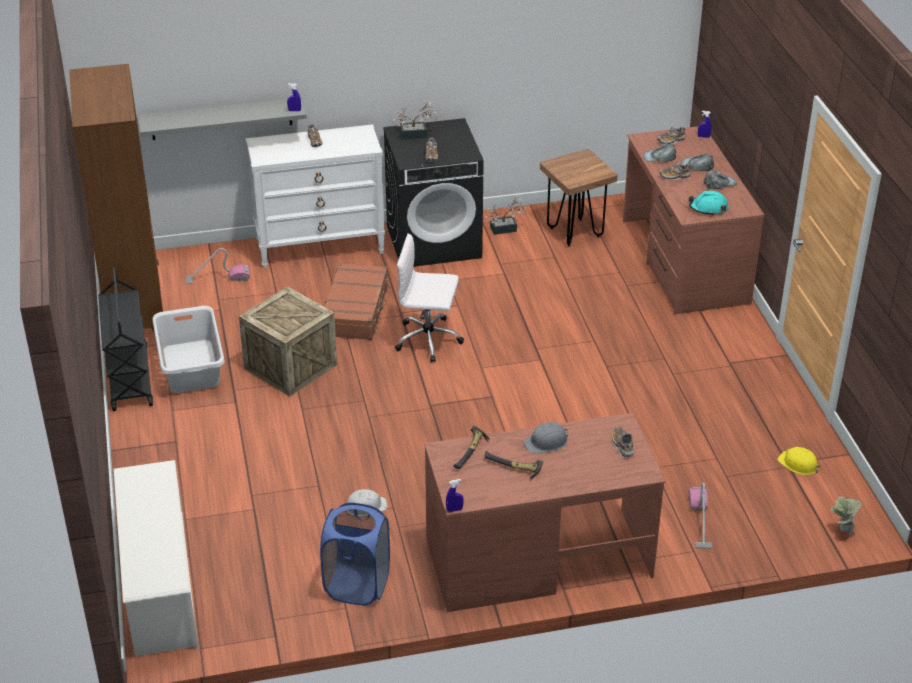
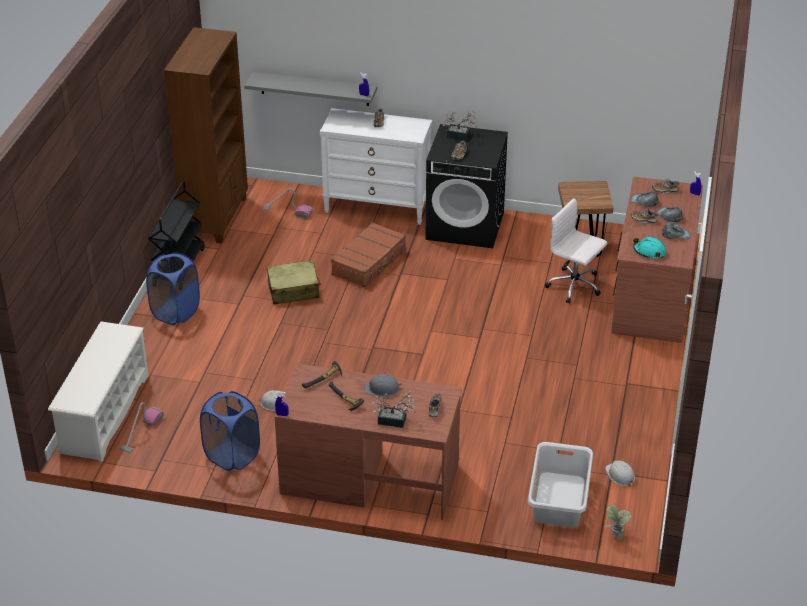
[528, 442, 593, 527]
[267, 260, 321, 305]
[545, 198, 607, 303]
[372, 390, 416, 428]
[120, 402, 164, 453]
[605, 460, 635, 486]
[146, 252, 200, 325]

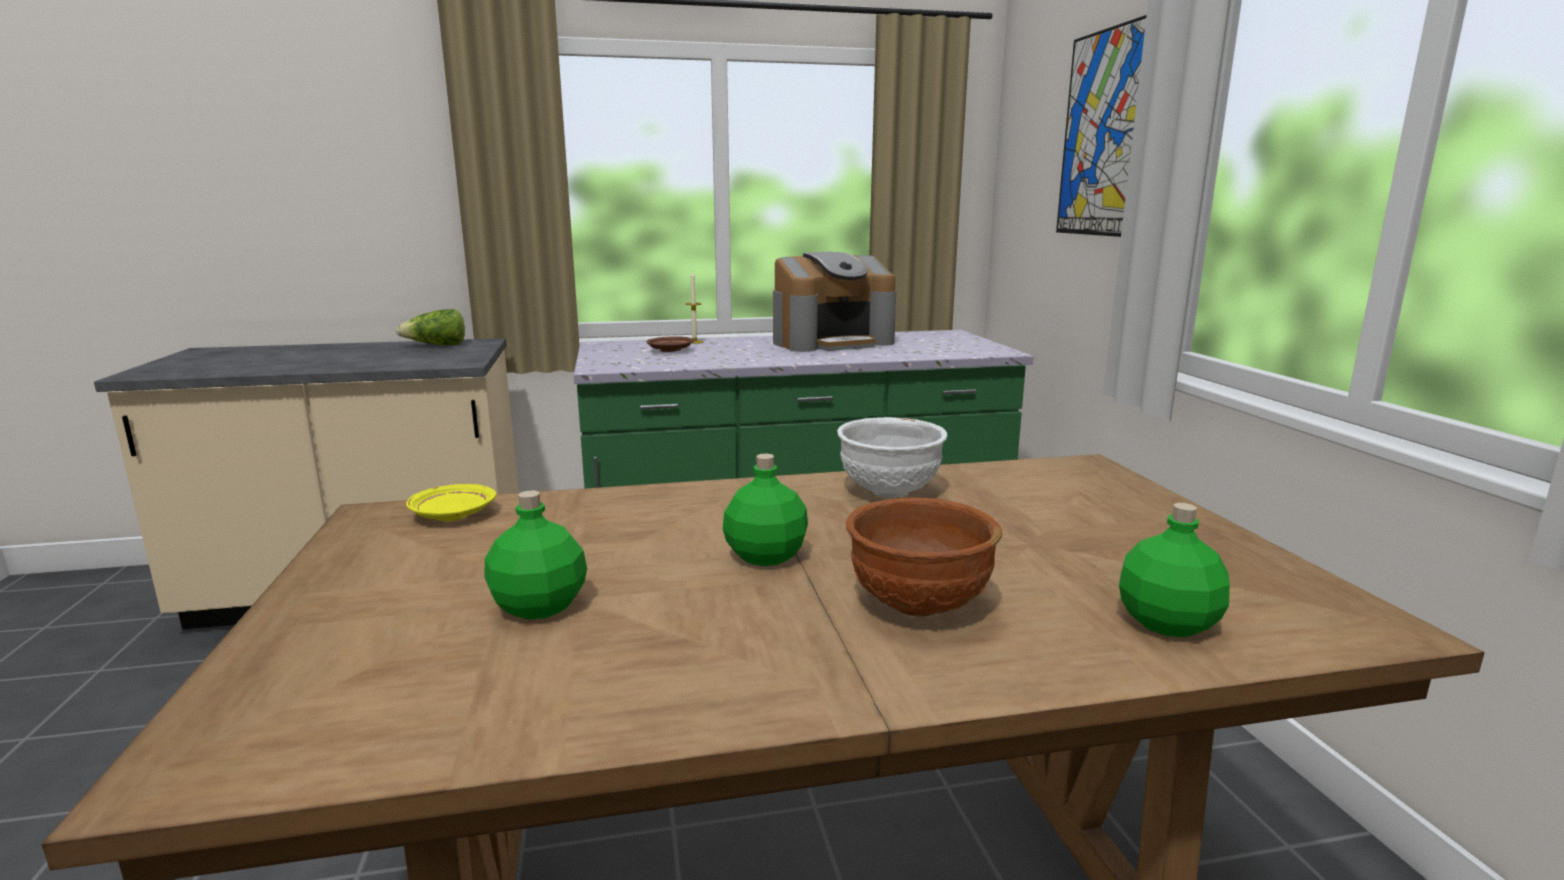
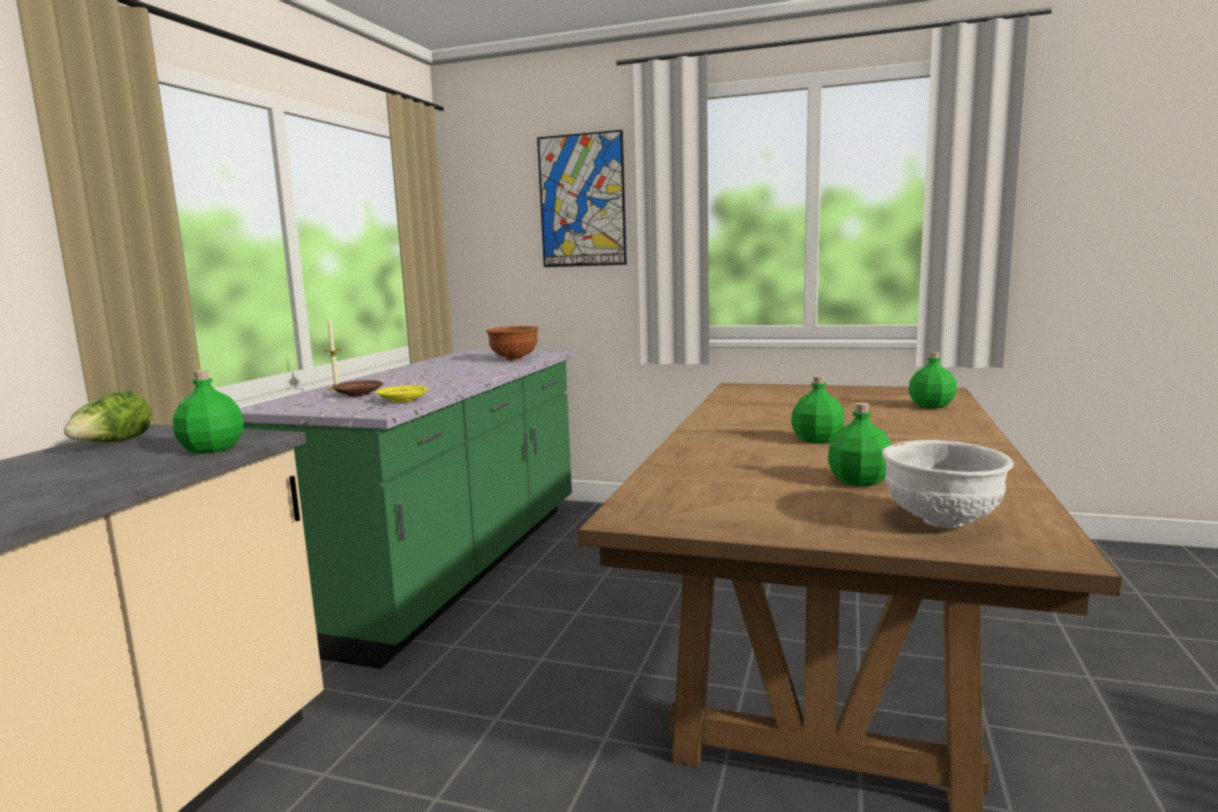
[375, 385, 428, 402]
[773, 252, 896, 352] (first image)
[882, 440, 1014, 528]
[486, 326, 538, 360]
[173, 370, 244, 454]

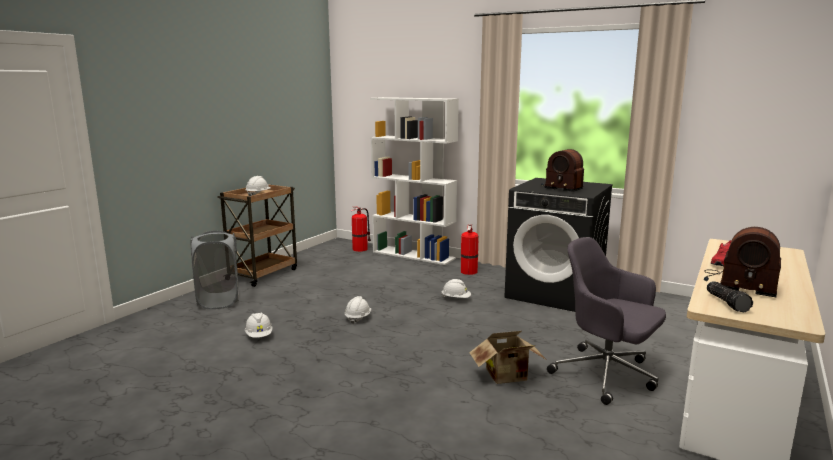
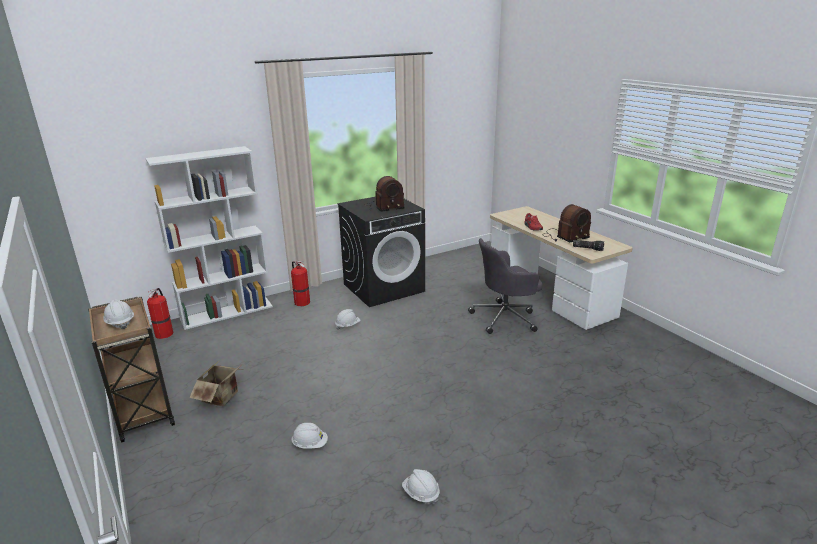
[191, 231, 239, 309] (first image)
[402, 469, 440, 505]
[189, 360, 243, 406]

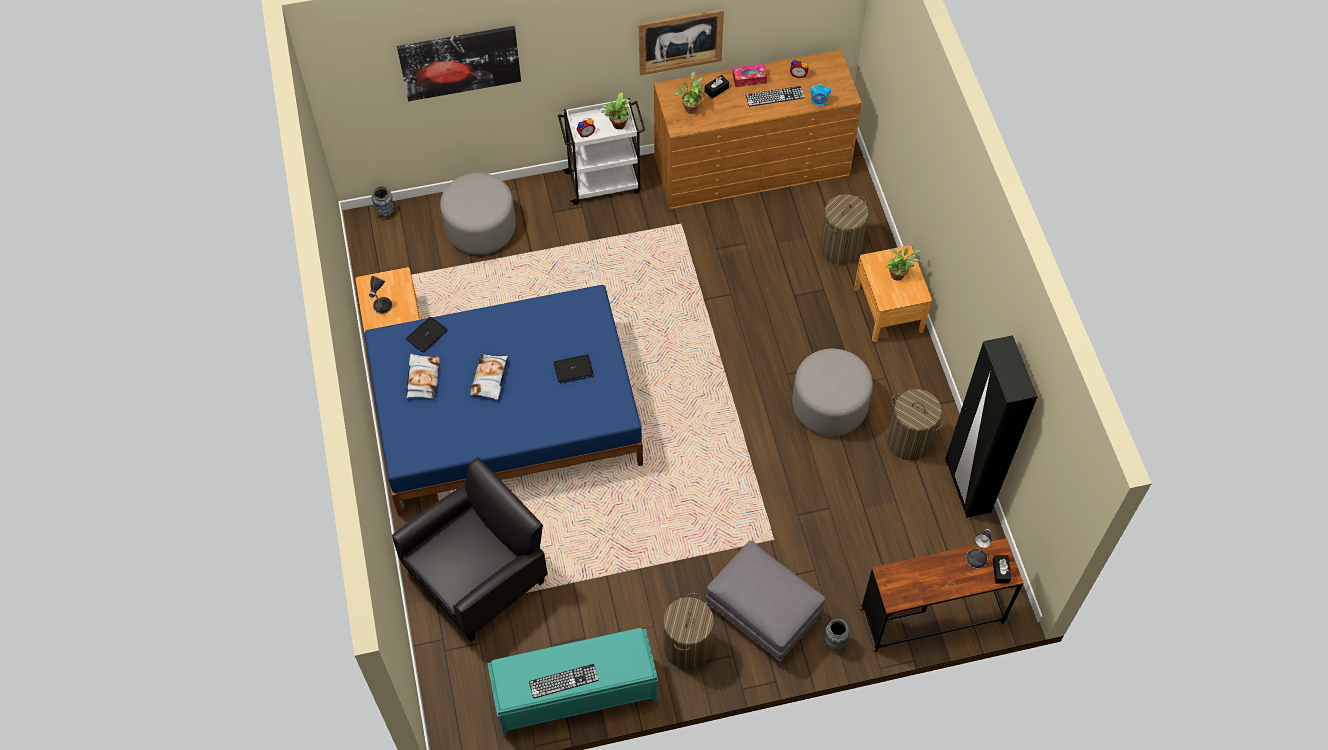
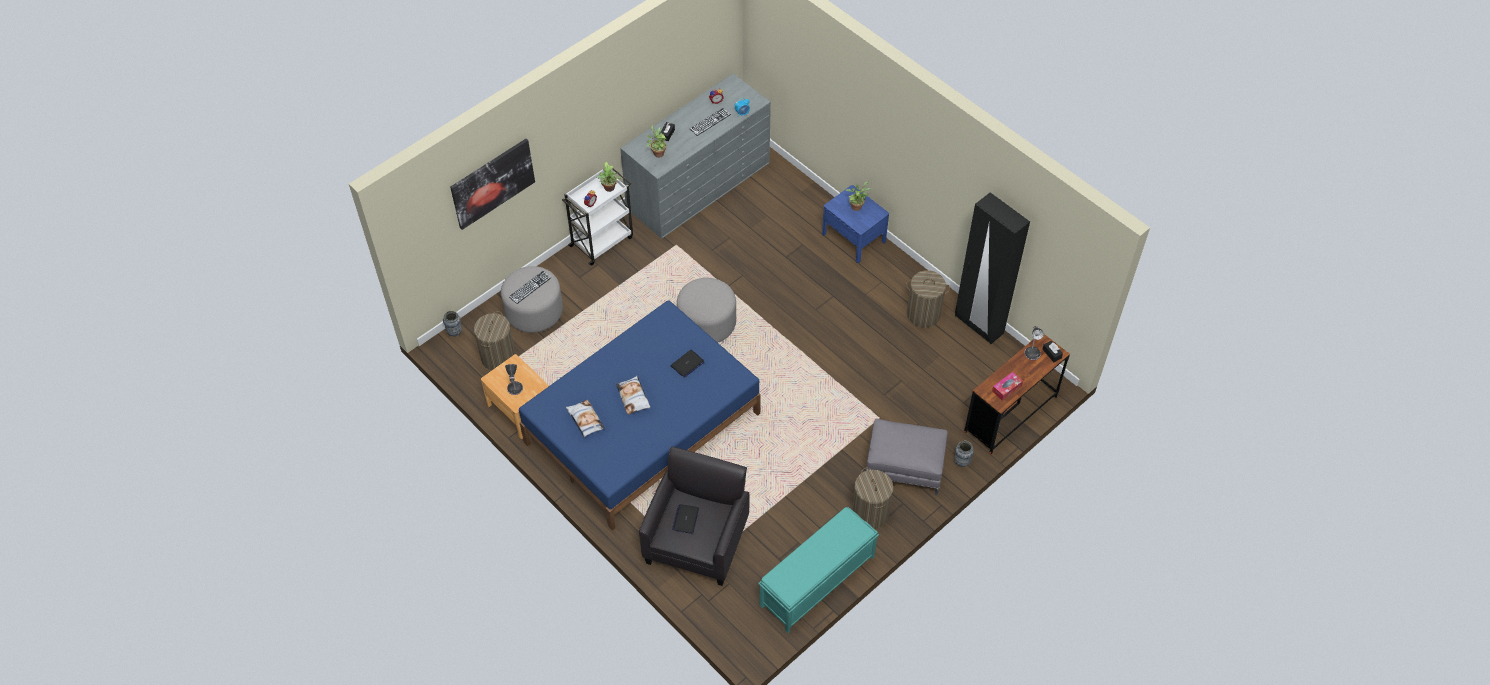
[672, 504, 699, 534]
[509, 271, 551, 304]
[639, 9, 724, 75] (first image)
[620, 73, 771, 239]
[992, 372, 1023, 400]
[677, 278, 736, 343]
[474, 311, 516, 370]
[822, 185, 889, 263]

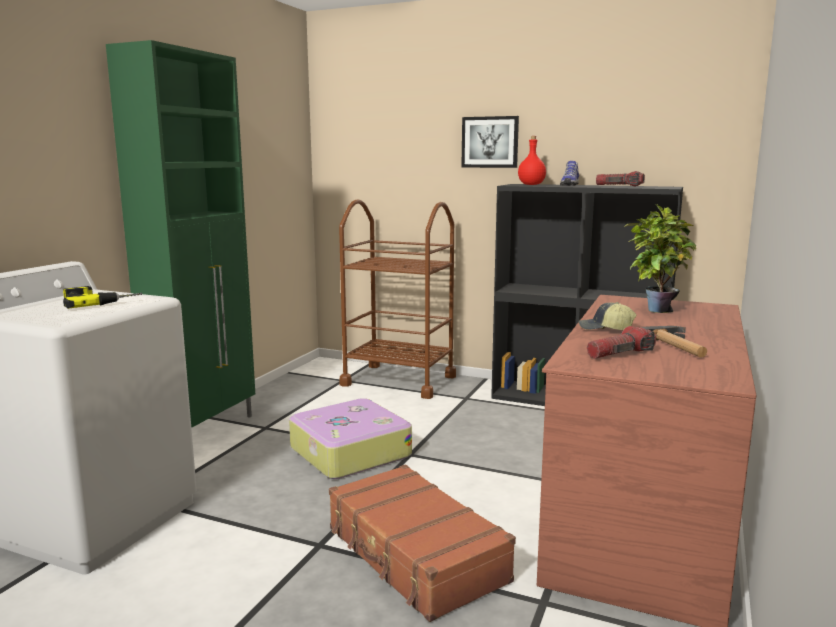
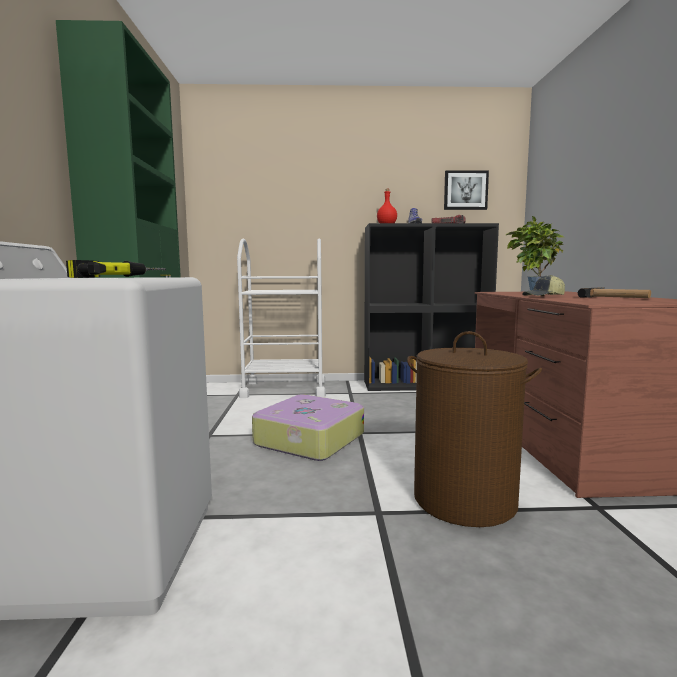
[407, 331, 542, 527]
[237, 239, 326, 398]
[444, 170, 489, 210]
[587, 326, 656, 359] (first image)

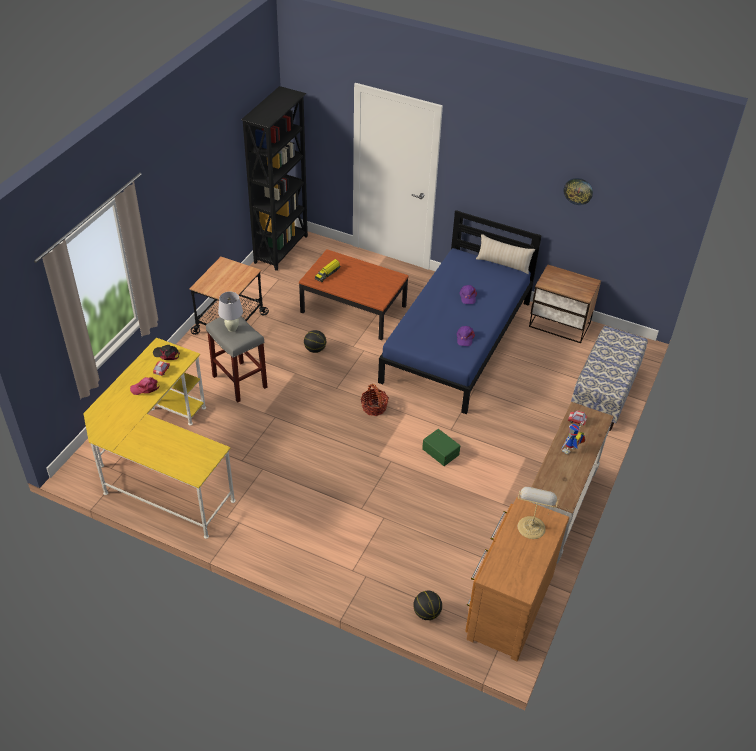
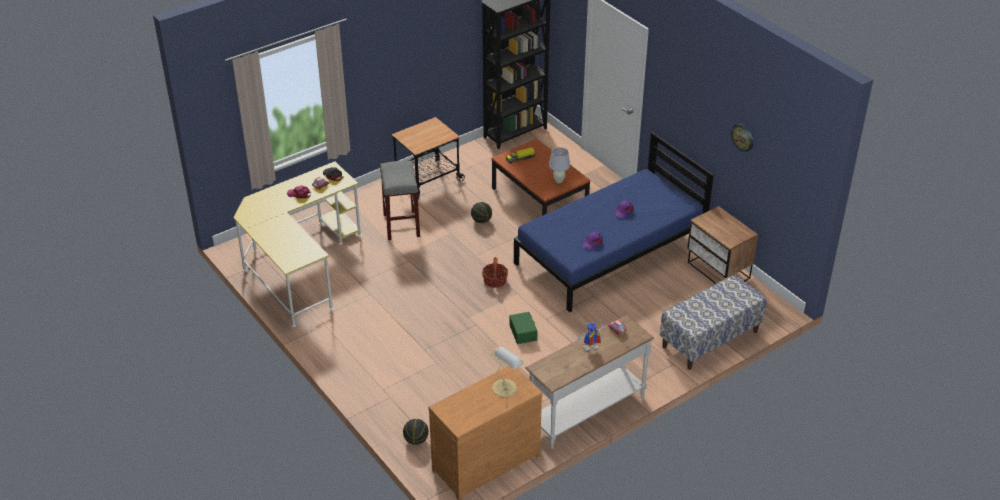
[549, 147, 570, 183]
[476, 234, 535, 274] (first image)

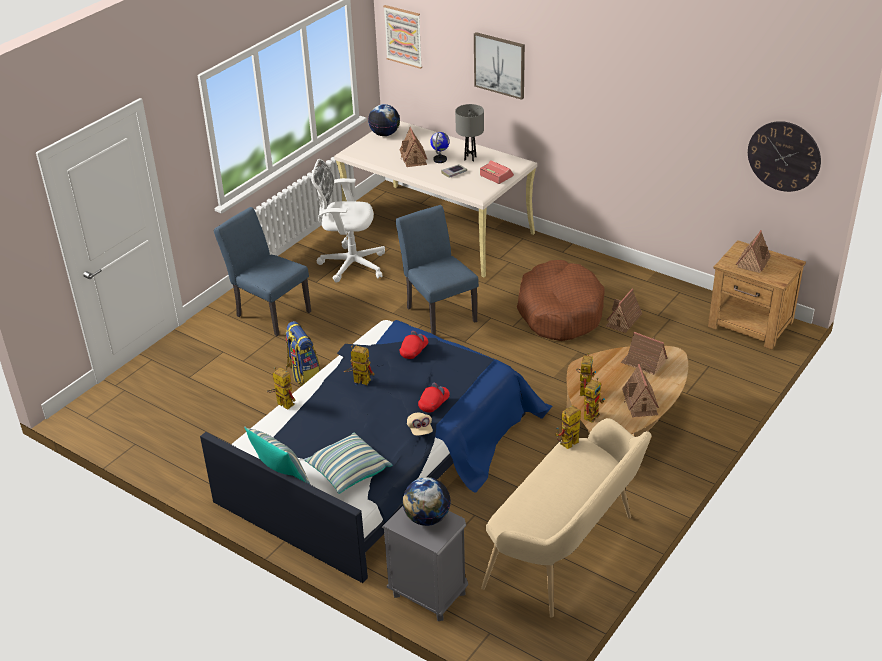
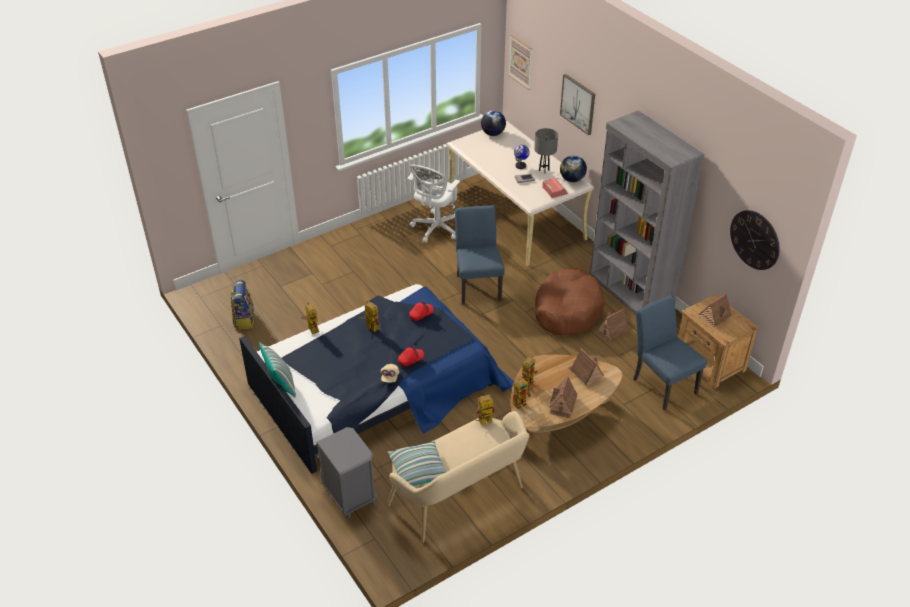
[633, 295, 707, 410]
[231, 279, 254, 330]
[387, 440, 447, 490]
[408, 165, 460, 243]
[400, 127, 428, 167] (first image)
[560, 155, 587, 182]
[590, 110, 704, 315]

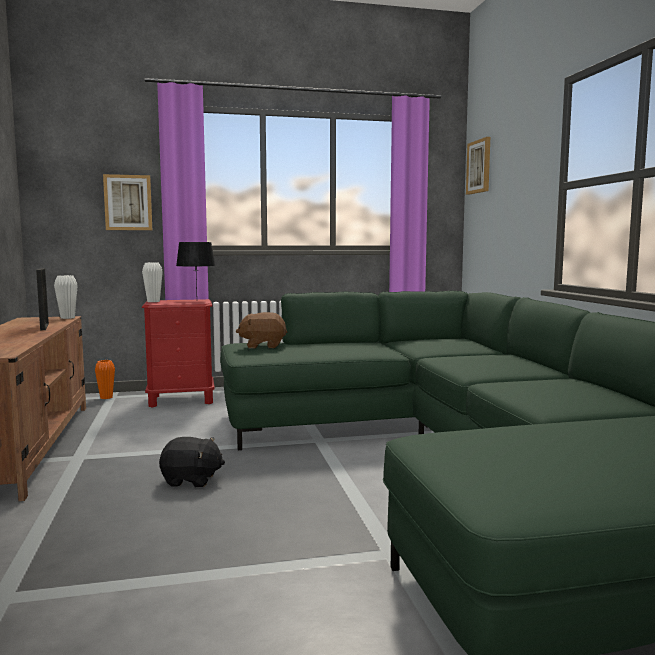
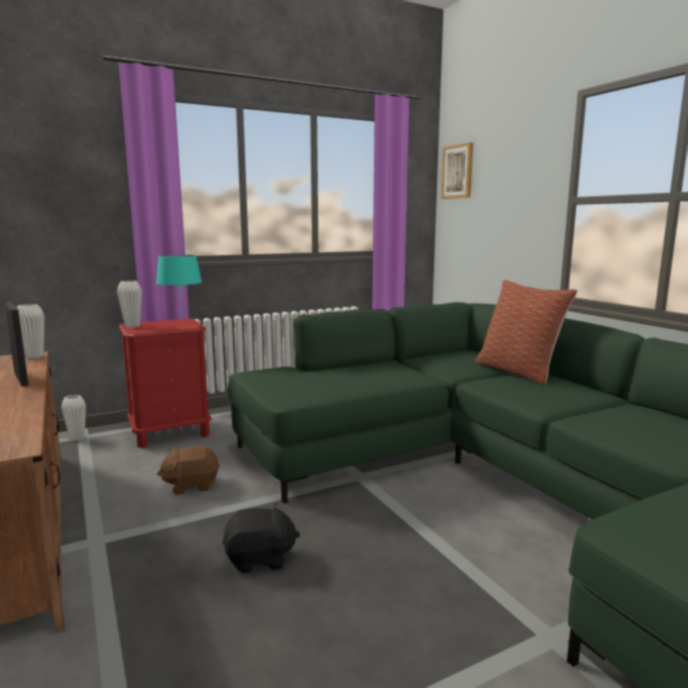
[61, 395, 86, 441]
[103, 174, 152, 230] (first image)
[156, 255, 202, 319]
[157, 446, 220, 495]
[475, 280, 577, 385]

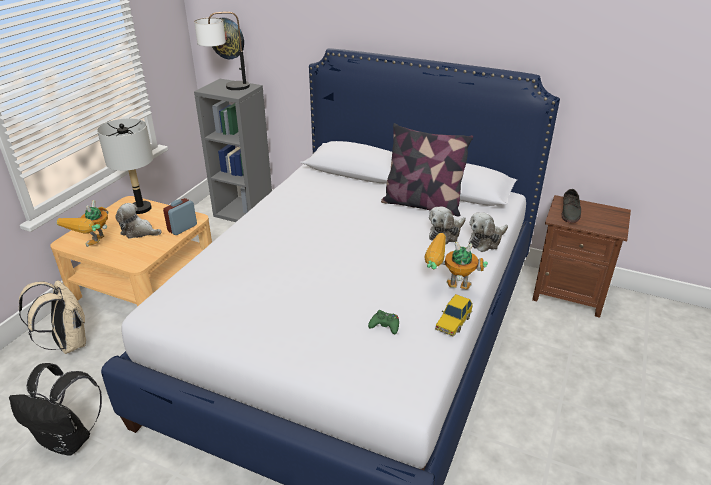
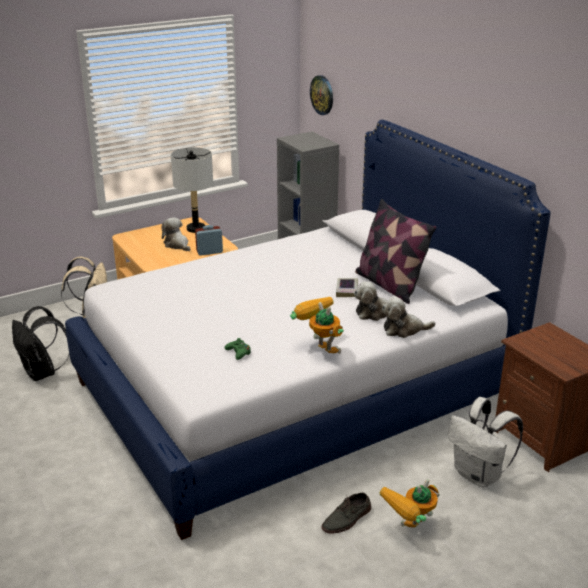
[380, 479, 439, 528]
[194, 12, 250, 90] (first image)
[435, 294, 473, 337] (first image)
[322, 493, 371, 534]
[336, 278, 358, 297]
[448, 397, 523, 487]

